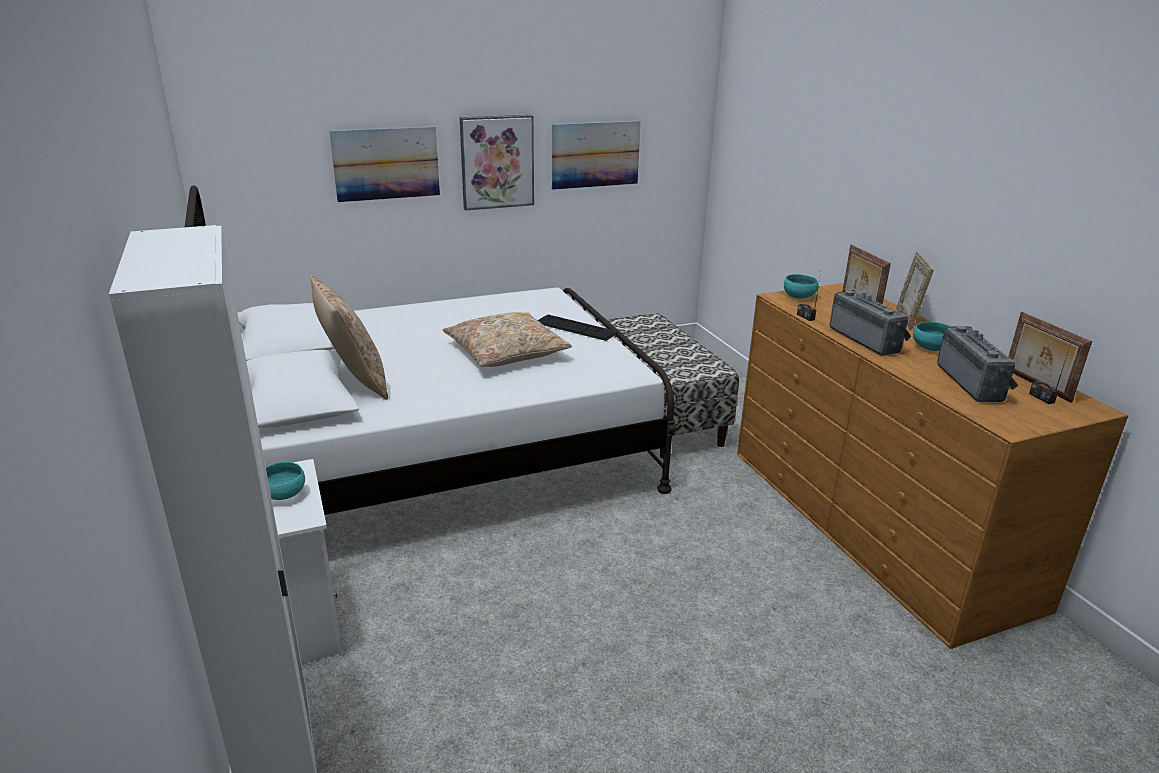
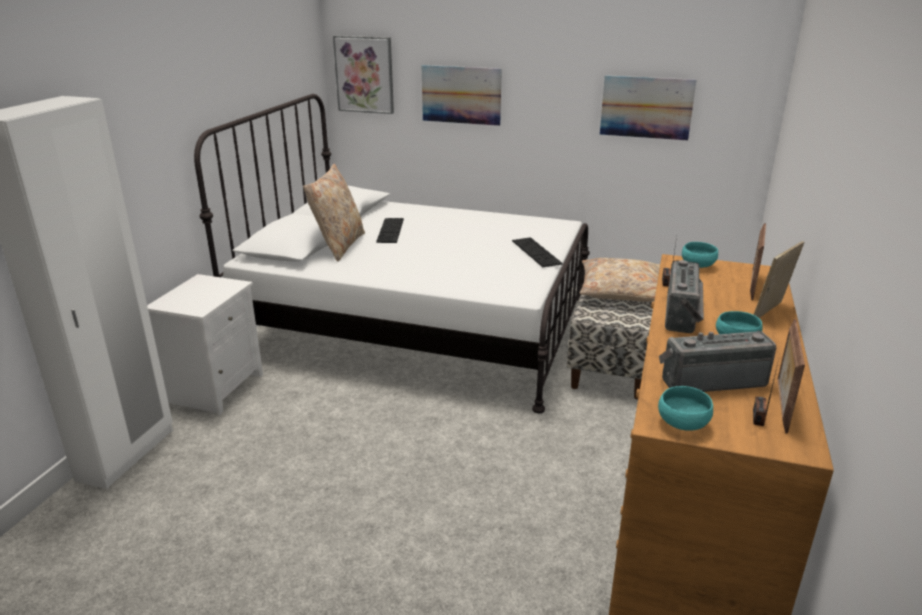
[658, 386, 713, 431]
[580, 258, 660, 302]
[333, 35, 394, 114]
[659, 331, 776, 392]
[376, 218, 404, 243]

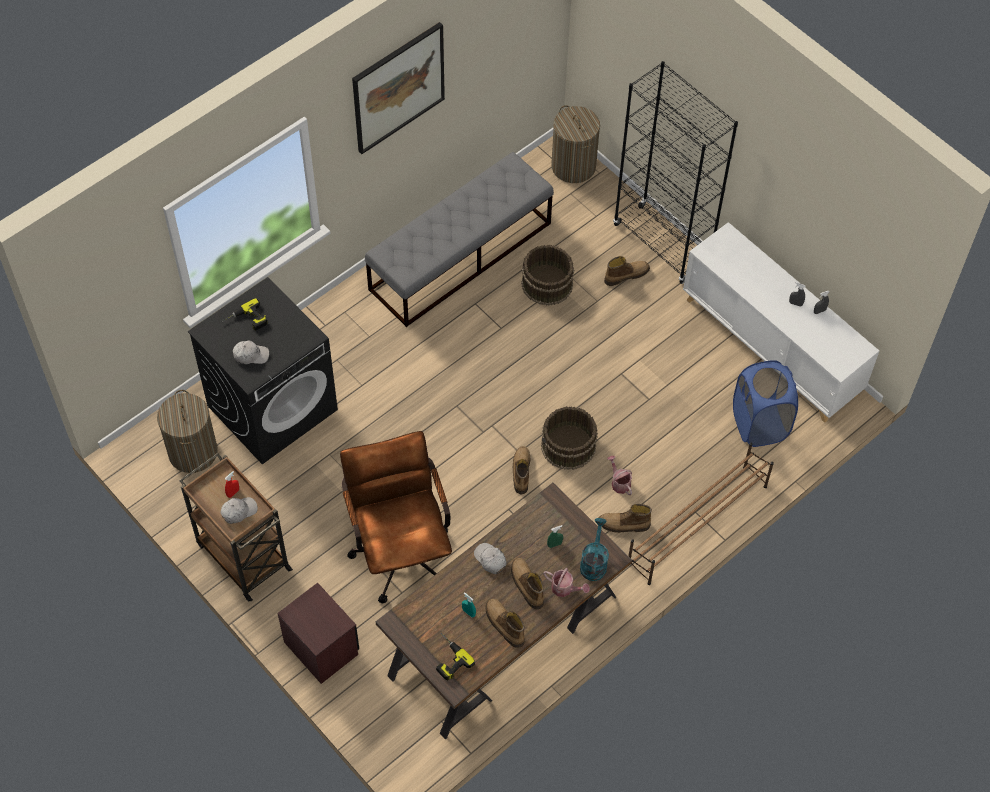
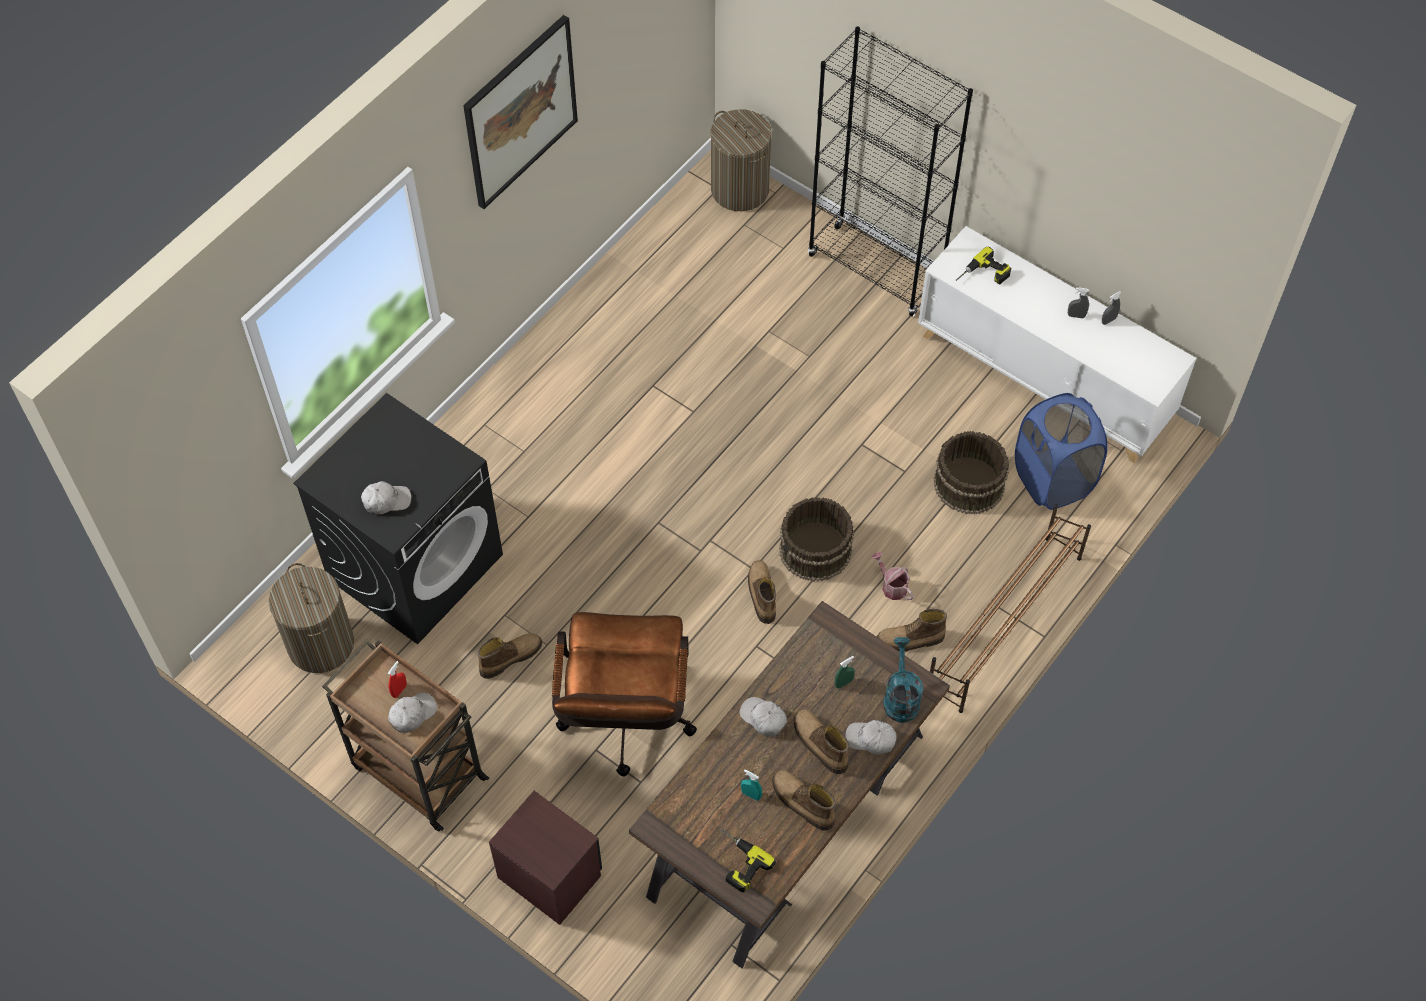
[956, 247, 1011, 285]
[552, 612, 697, 777]
[365, 152, 554, 327] (first image)
[934, 431, 1009, 514]
[845, 720, 896, 754]
[478, 634, 542, 679]

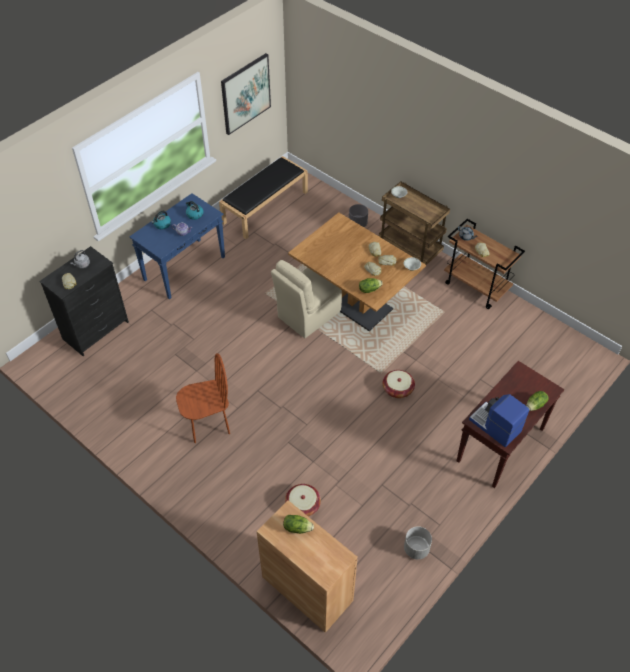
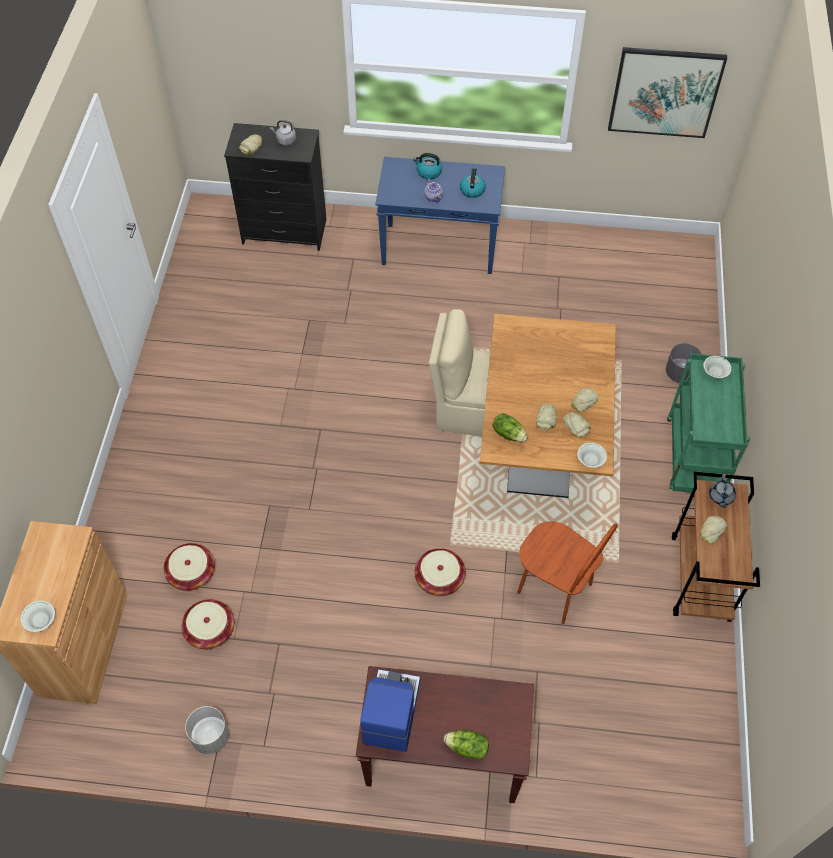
[517, 521, 618, 624]
[219, 156, 308, 239] (first image)
[283, 515, 314, 534] (first image)
[667, 353, 750, 493]
[21, 601, 55, 632]
[181, 599, 234, 649]

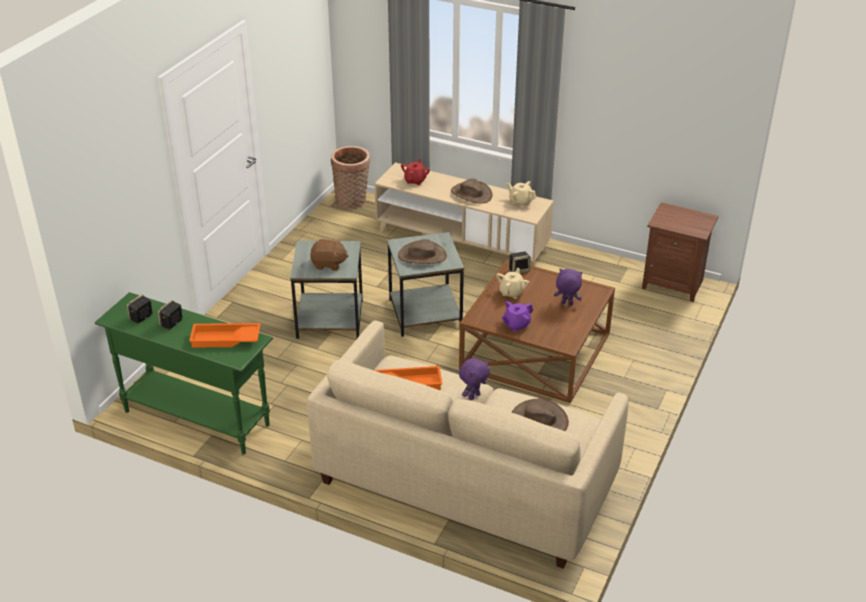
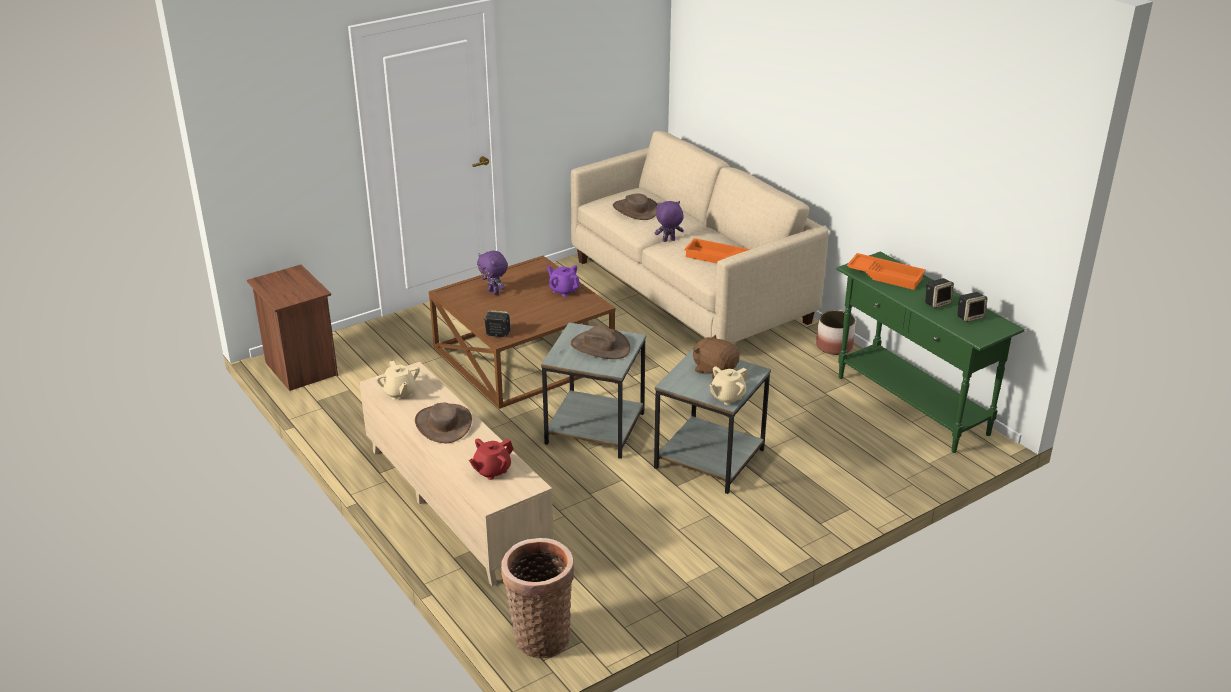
[710, 366, 748, 405]
[547, 265, 580, 297]
[816, 310, 856, 355]

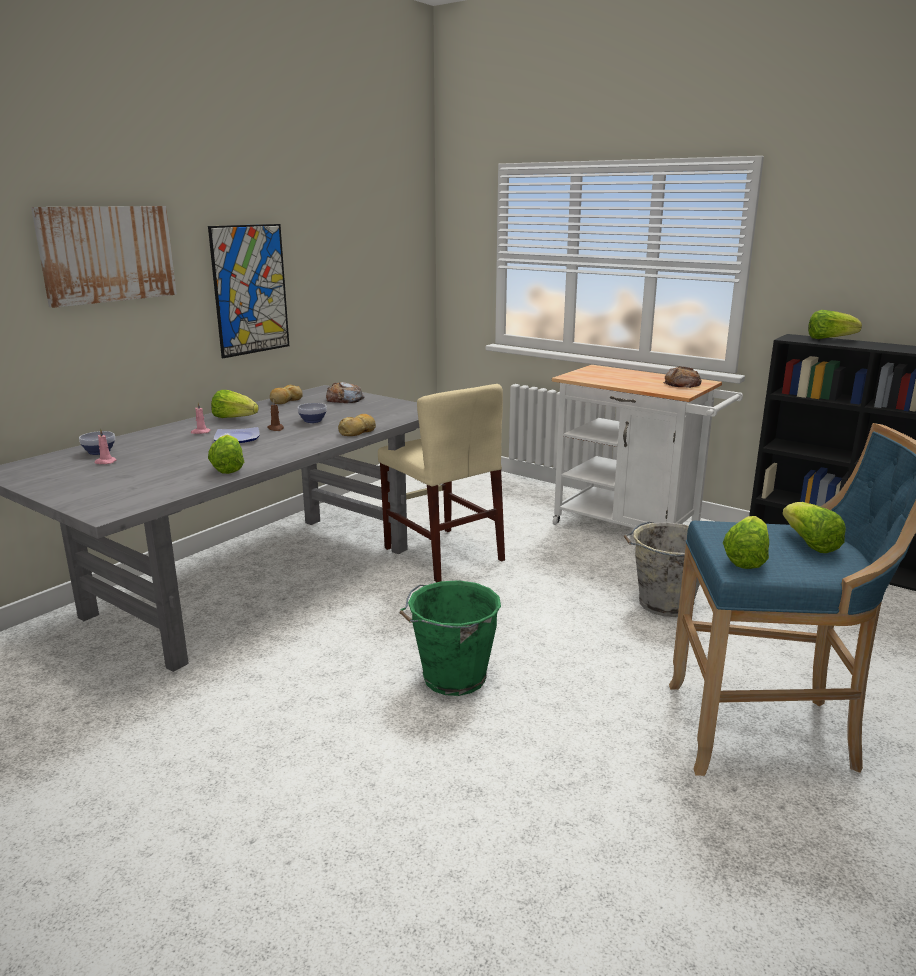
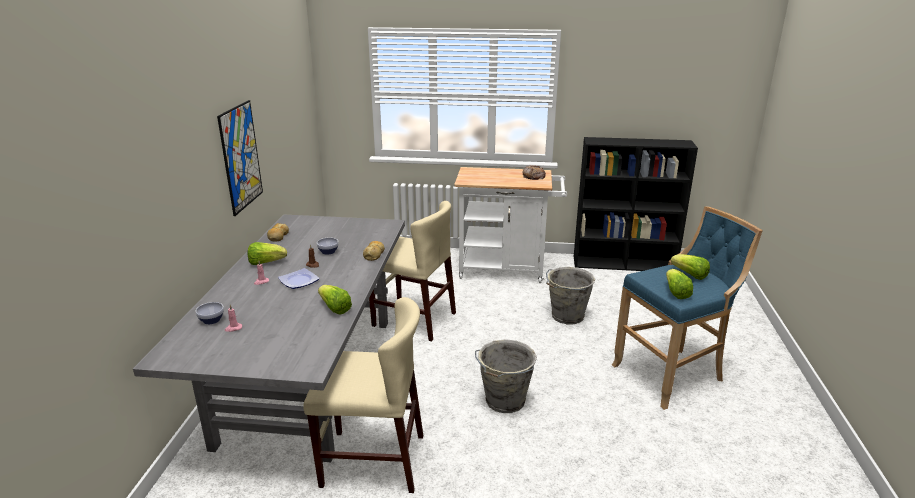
[31, 206, 177, 308] (first image)
[326, 382, 364, 403] (first image)
[475, 339, 537, 413]
[808, 310, 862, 339] (first image)
[303, 297, 423, 493]

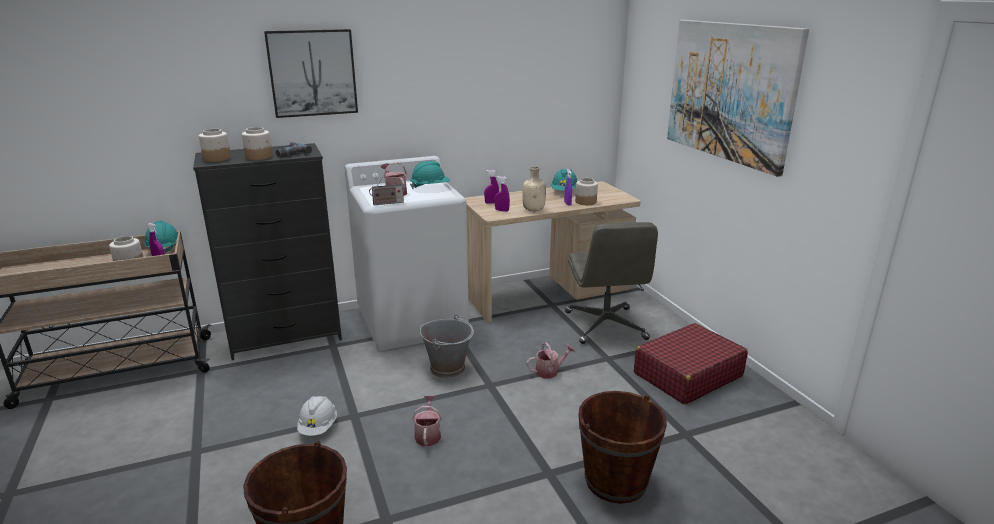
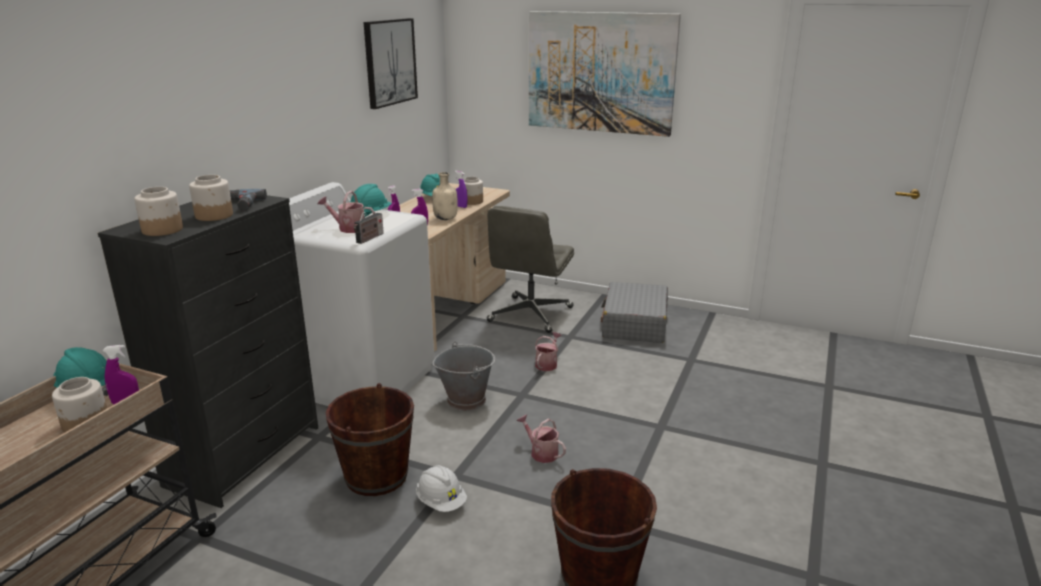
[364, 18, 418, 109]
[487, 206, 574, 333]
[326, 383, 414, 496]
[601, 282, 668, 343]

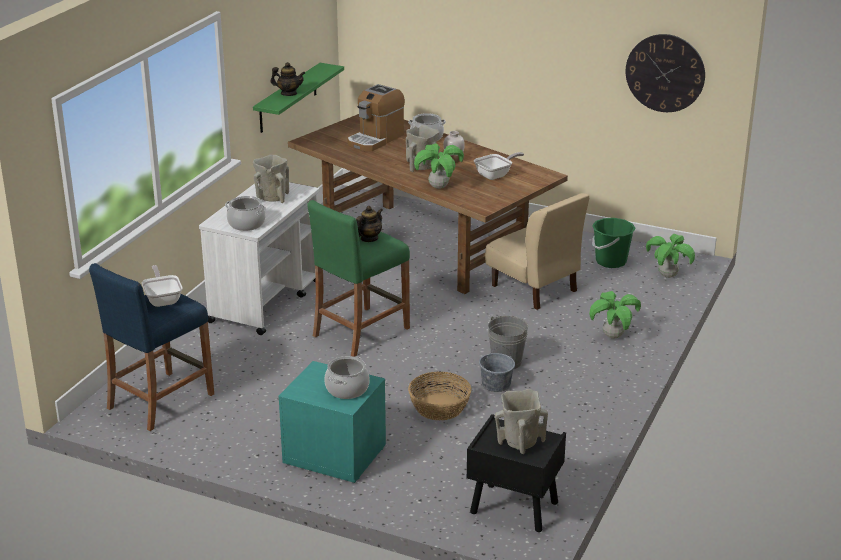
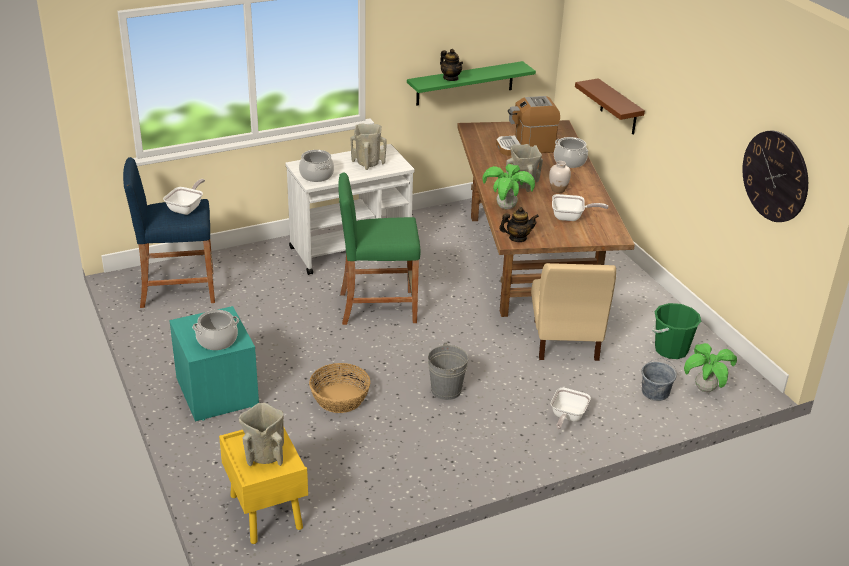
[499, 207, 539, 242]
[219, 426, 308, 544]
[642, 358, 677, 401]
[551, 388, 591, 429]
[575, 78, 645, 135]

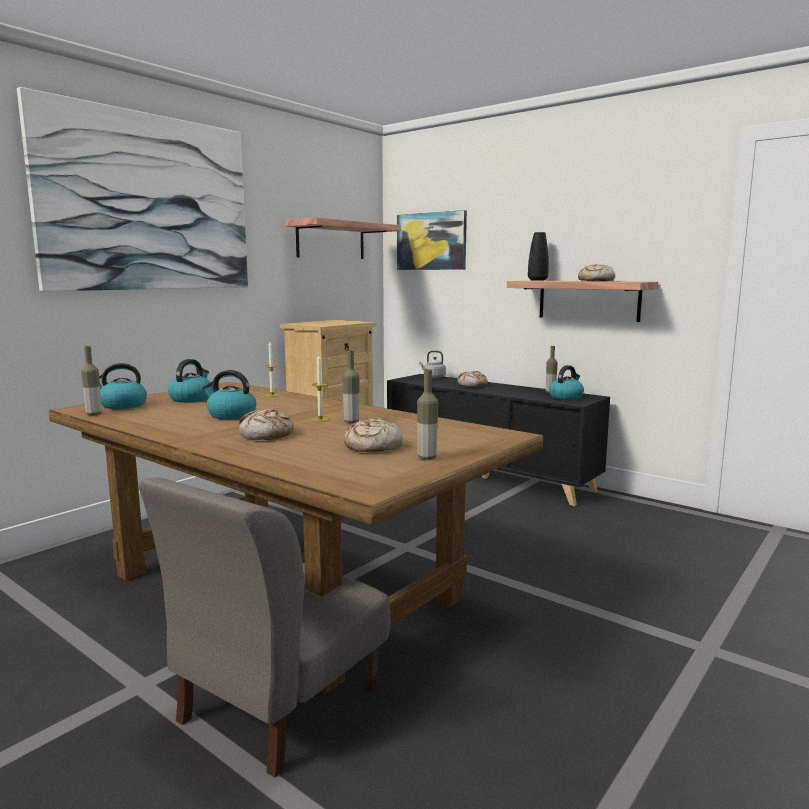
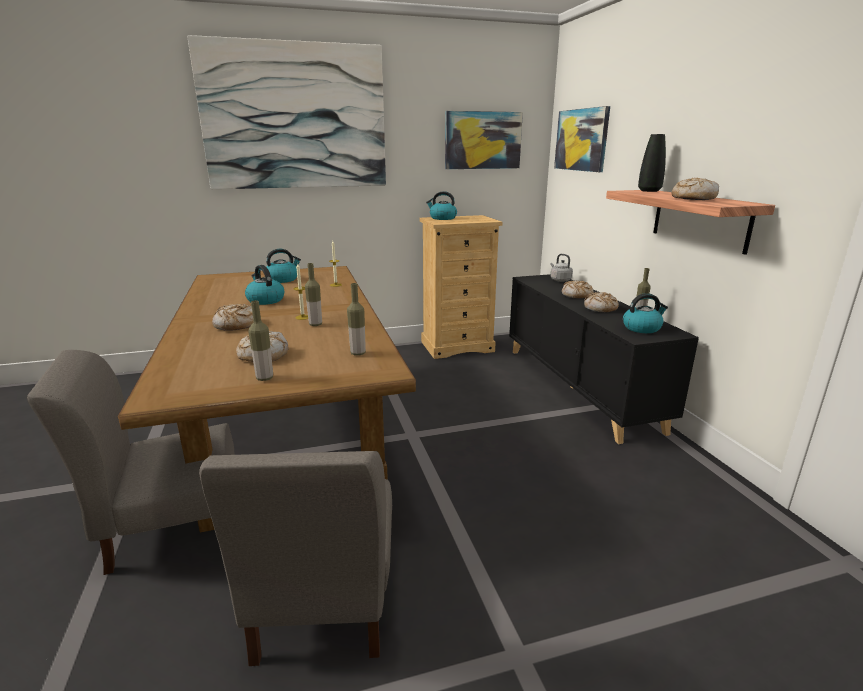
[347, 283, 366, 356]
[426, 191, 457, 220]
[445, 111, 523, 169]
[199, 451, 392, 666]
[584, 292, 619, 312]

